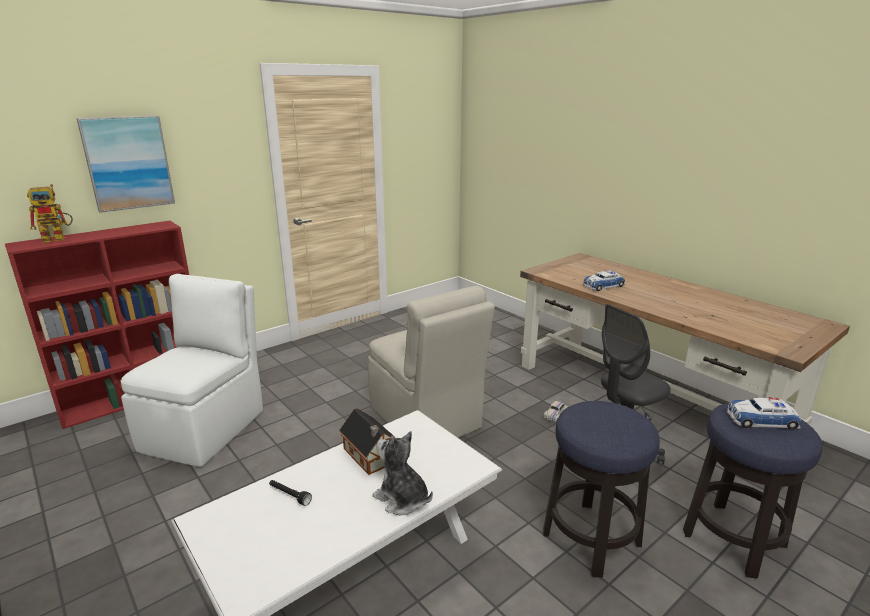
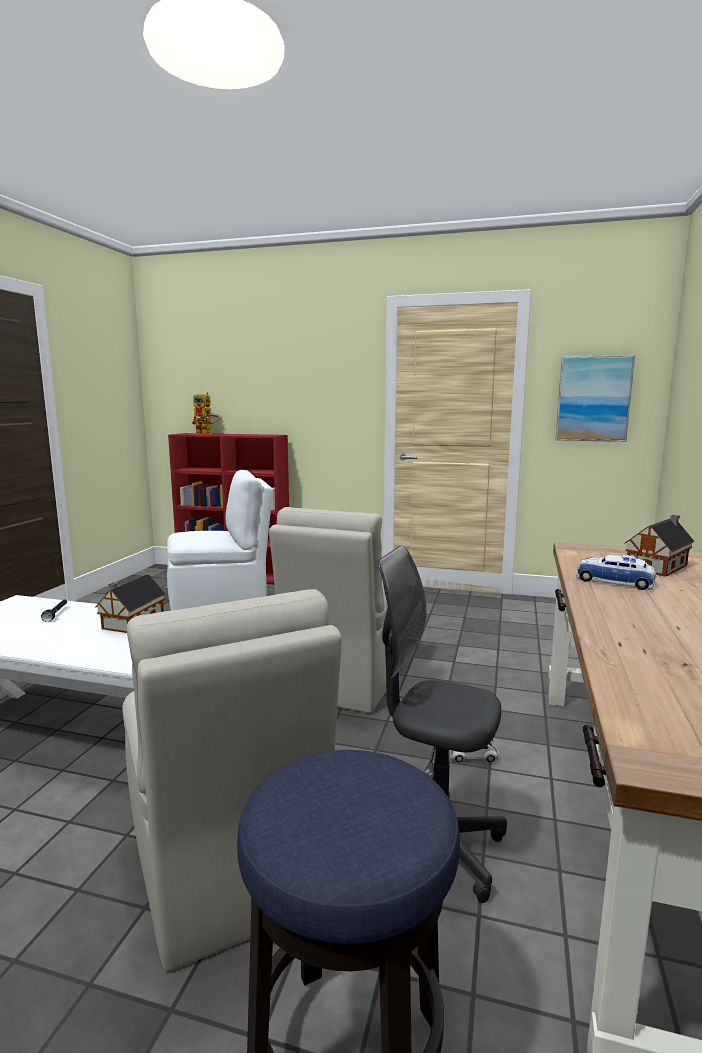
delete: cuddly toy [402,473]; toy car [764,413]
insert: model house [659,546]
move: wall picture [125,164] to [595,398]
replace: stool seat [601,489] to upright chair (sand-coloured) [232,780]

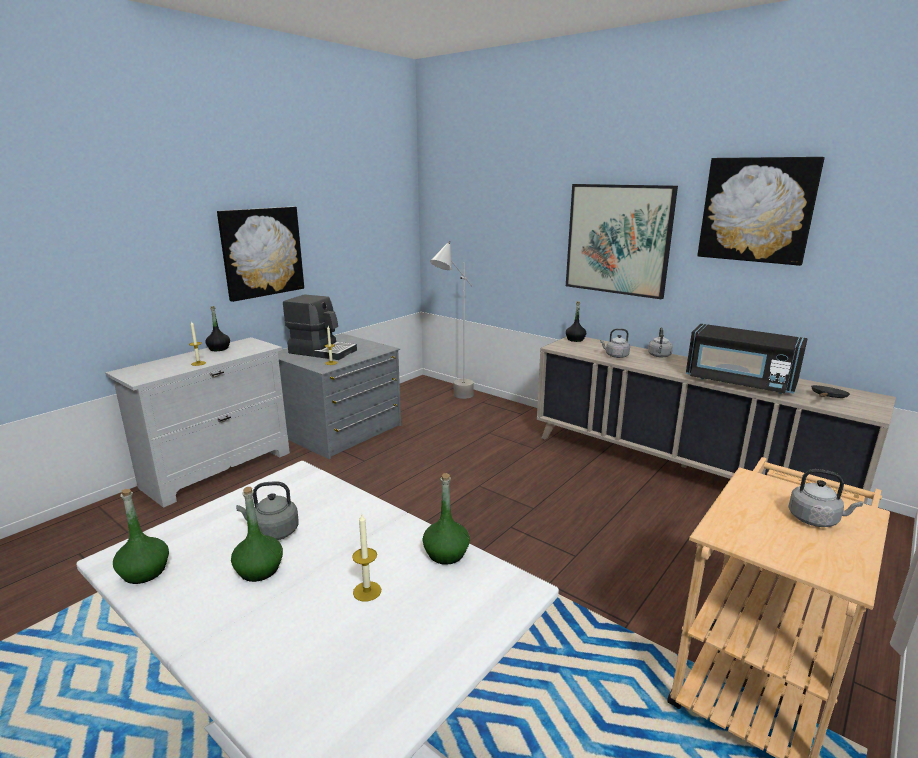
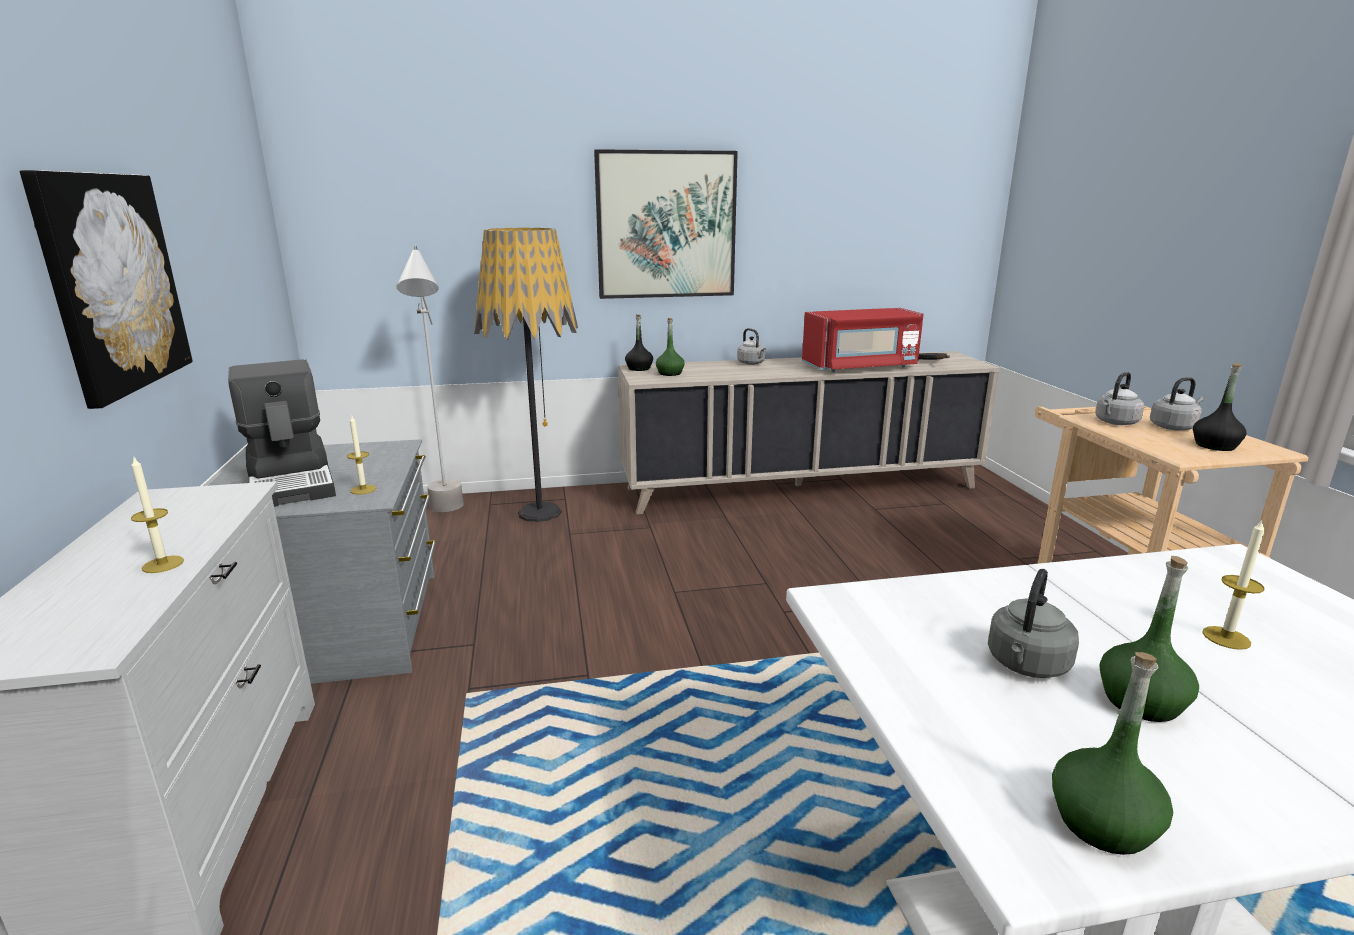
delete: wall picture [761,211]
insert: standing lamp [526,375]
move: beverage bottle (blackish) [217,328] to [1220,407]; beverage bottle (green-coloured) [446,519] to [670,347]; kettle (greyish) [615,343] to [1119,398]
recolor: microwave (blackish) [747,359] to microwave (reddish) [863,340]
rotate: coffee brewer [320,327] = [282,433] 90 degrees clockwise

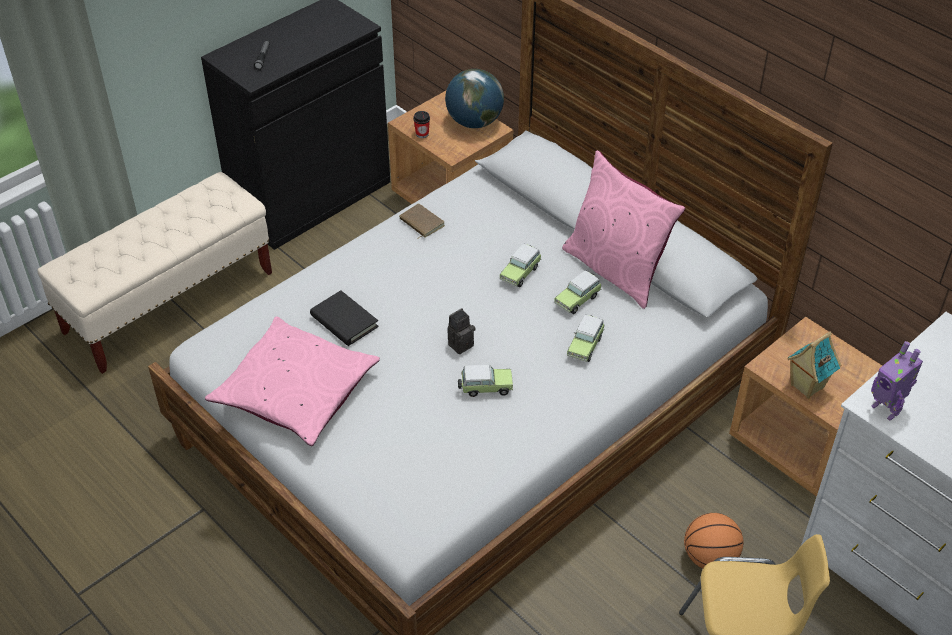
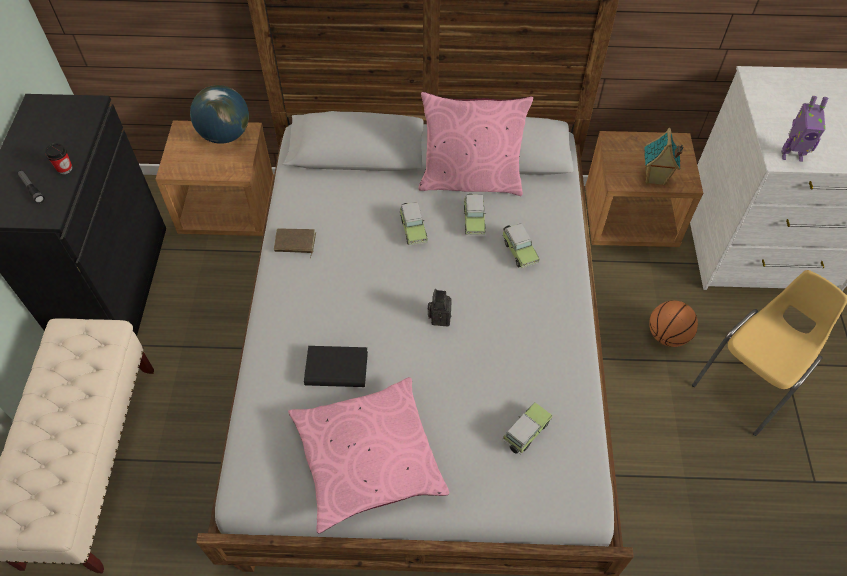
move: small cup [421,124] to [59,158]; toy car [485,381] to [527,428]

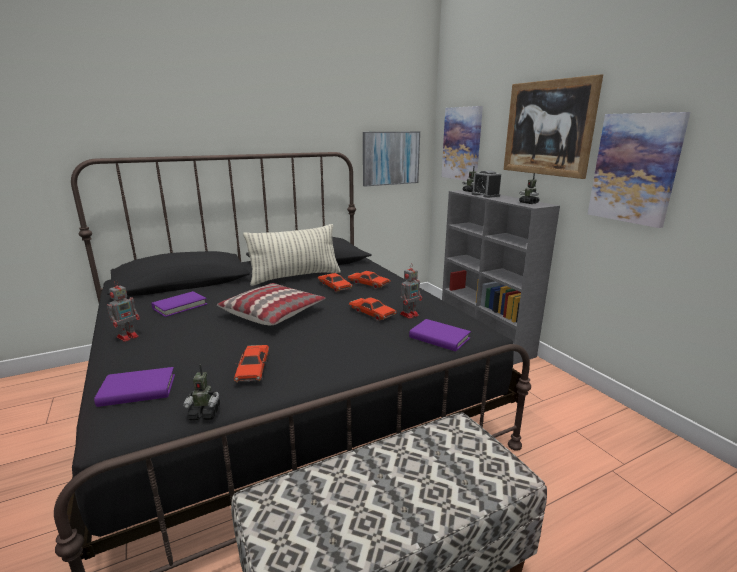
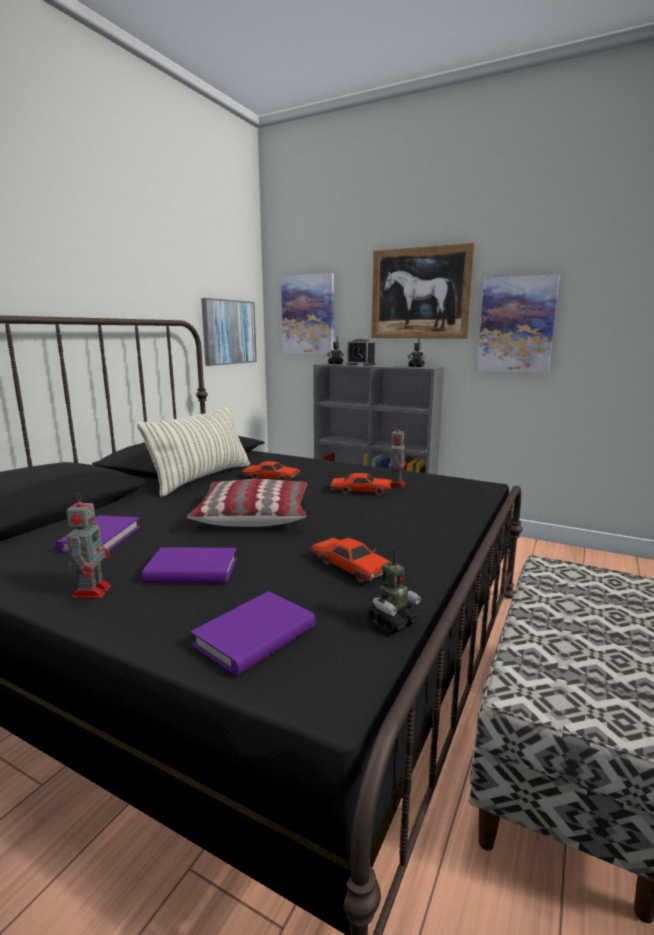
delete: toy car (reddish) [369,280]
move: book (purple) [440,335] to [189,565]

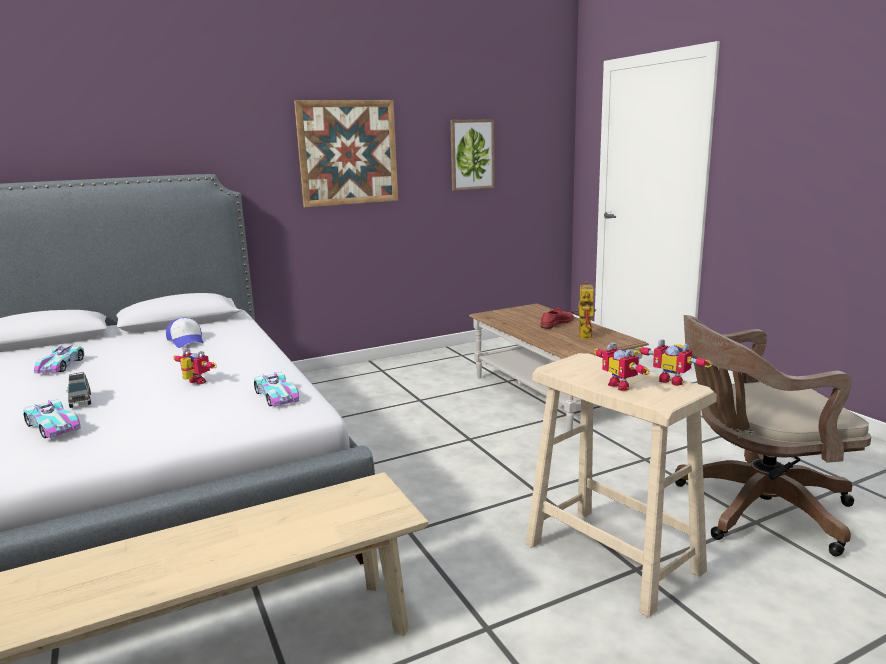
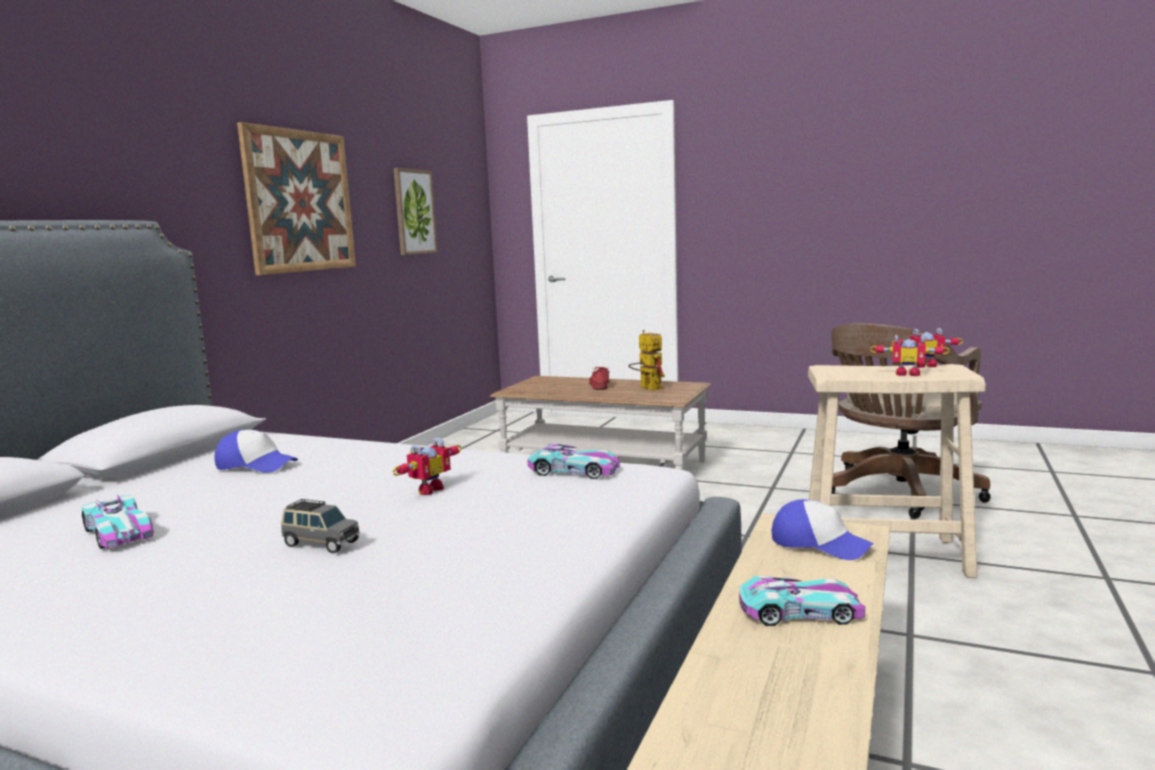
insert: peaked cap [823,529]
move: toy car [51,418] to [802,601]
rotate: robot figure [195,366] = [427,466] 135 degrees clockwise

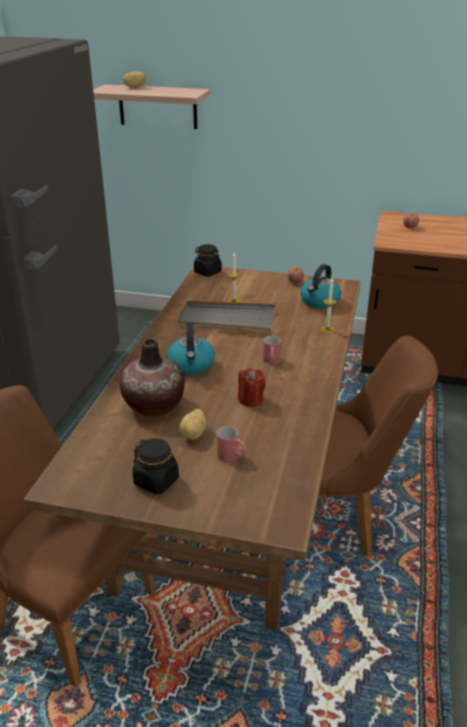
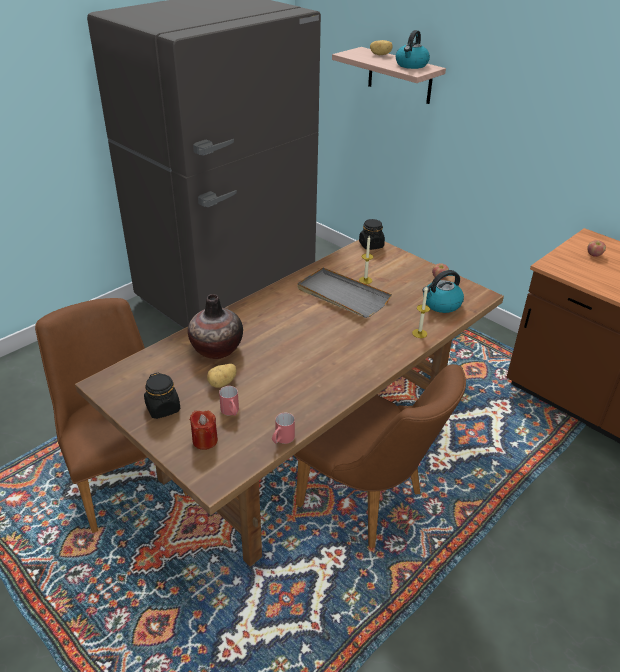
move: kettle [191,348] to [413,49]; wax light (reddish) [252,387] to [204,430]; coffee mug (reddish) [272,350] to [283,428]

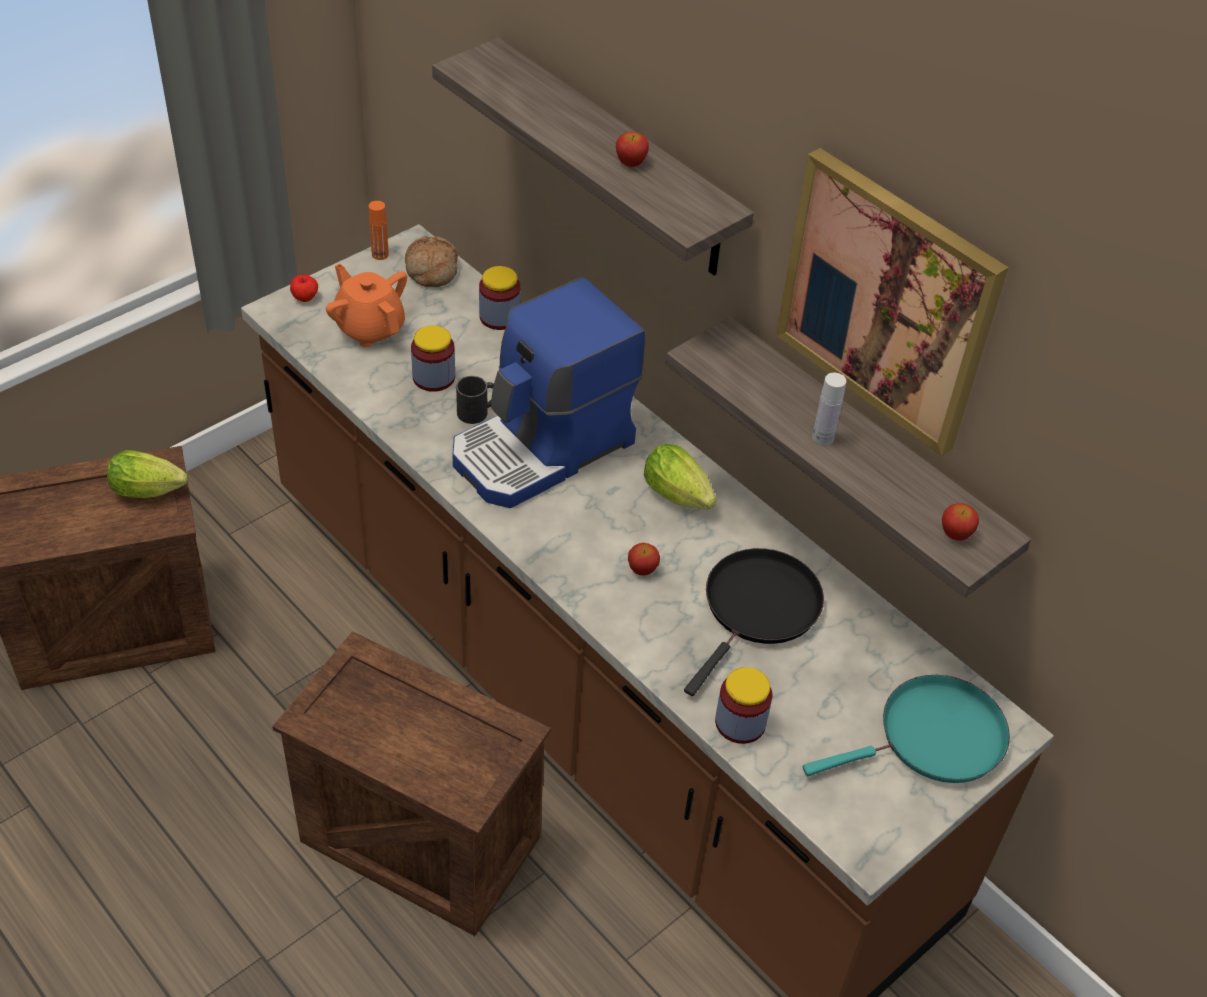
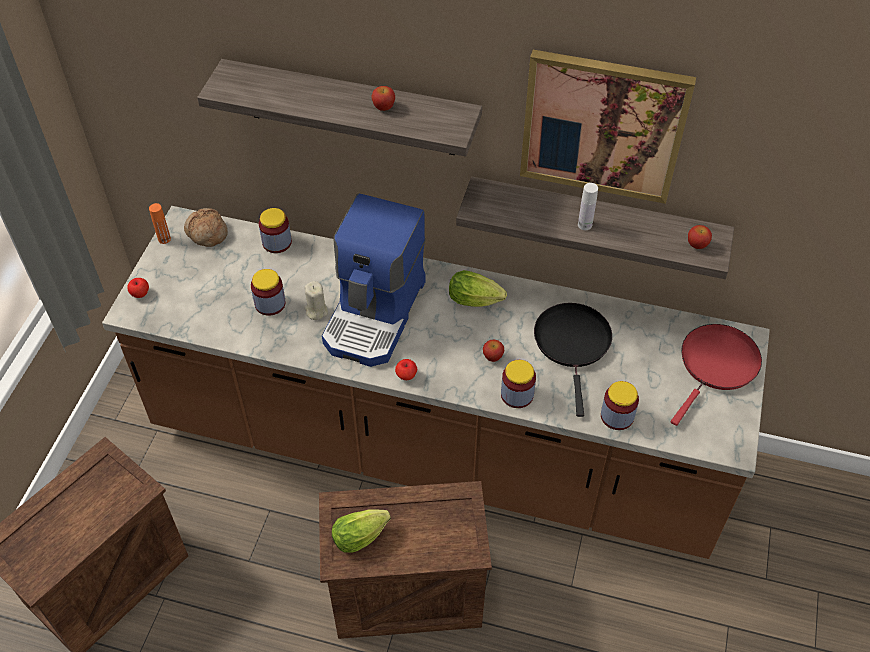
delete: pot for tea (orangey) [366,305]
insert: apple [406,369]; jar [518,384]
move: head of lettuce [147,474] to [361,531]
replace: coffee mug (blackish) [475,400] to wax light (sand-coloured) [316,300]
recolor: skillet (turquoise-coloured) [906,729] to skillet (reddish) [716,375]

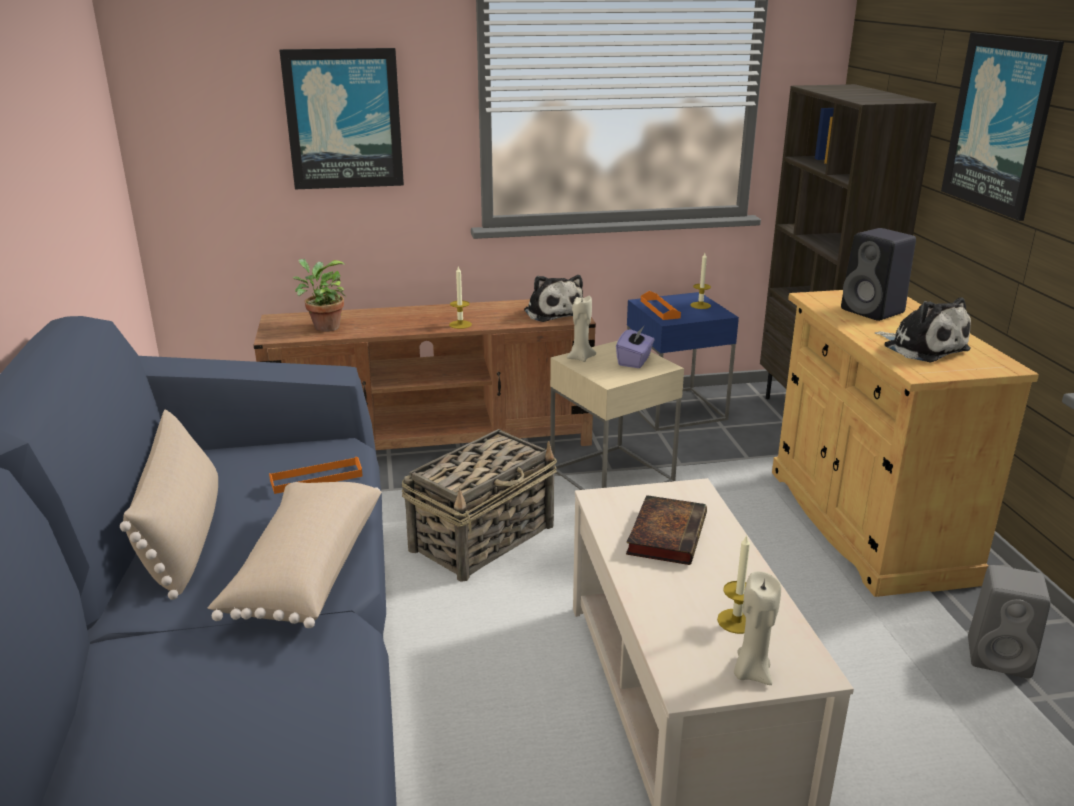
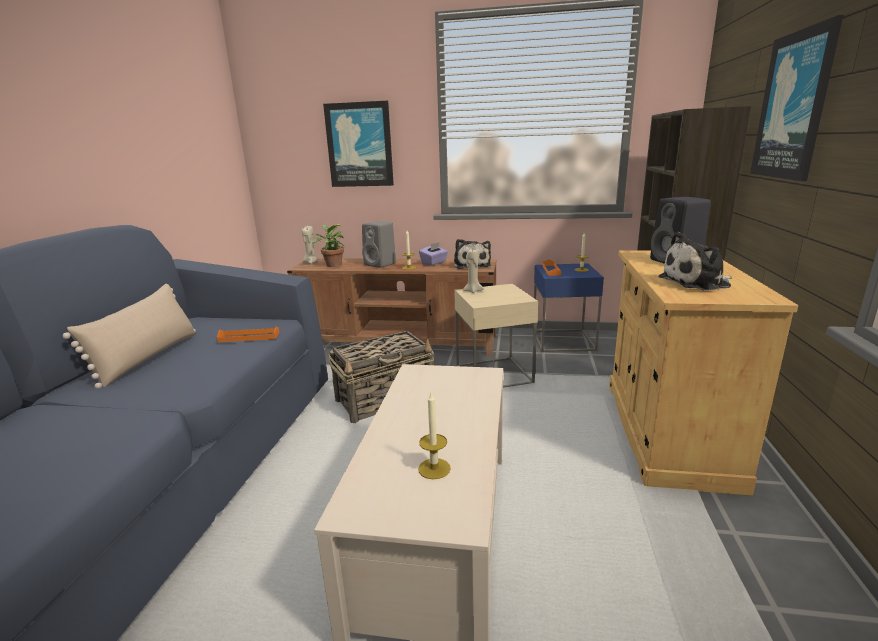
delete: cushion (sand-coloured) [294,555]; book [666,530]
move: tissue box (purple) [635,347] to [433,254]; wax light (sand-coloured) [757,628] to [310,245]; audio speaker (greyish) [1009,621] to [379,244]
rotate: cuddly toy [923,330] = [695,261] 90 degrees clockwise

